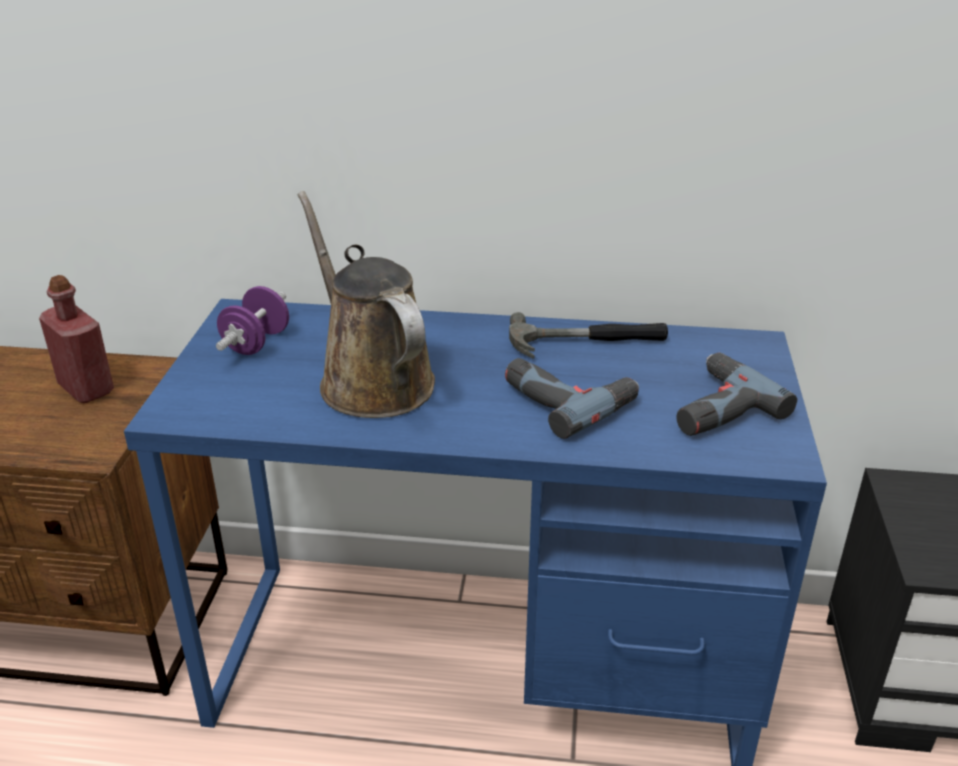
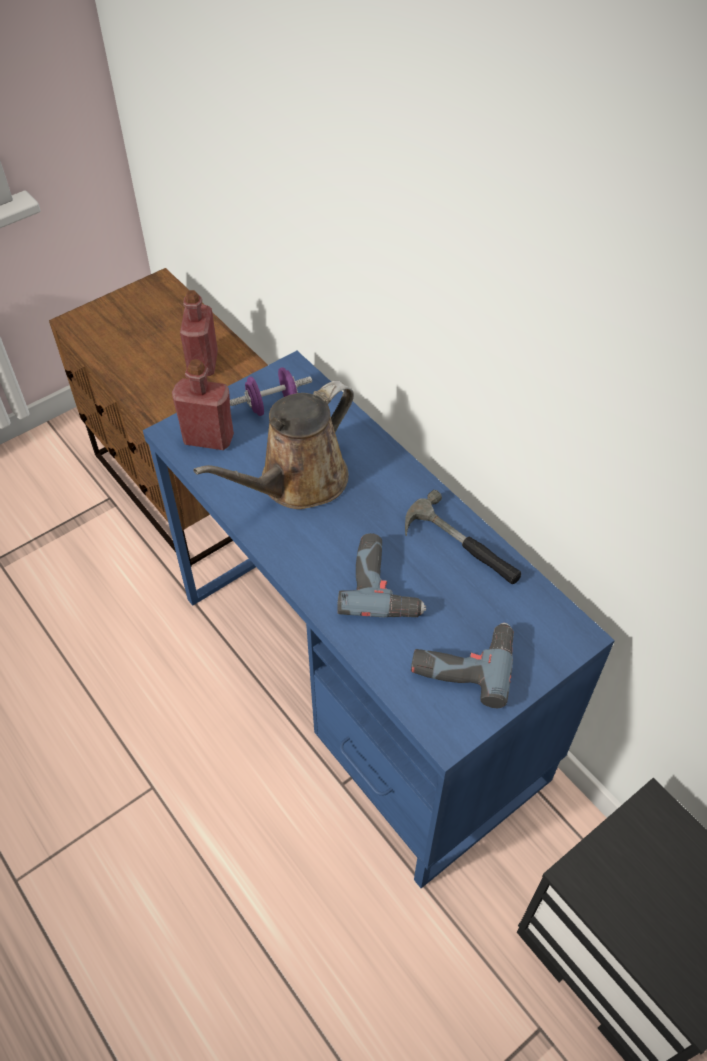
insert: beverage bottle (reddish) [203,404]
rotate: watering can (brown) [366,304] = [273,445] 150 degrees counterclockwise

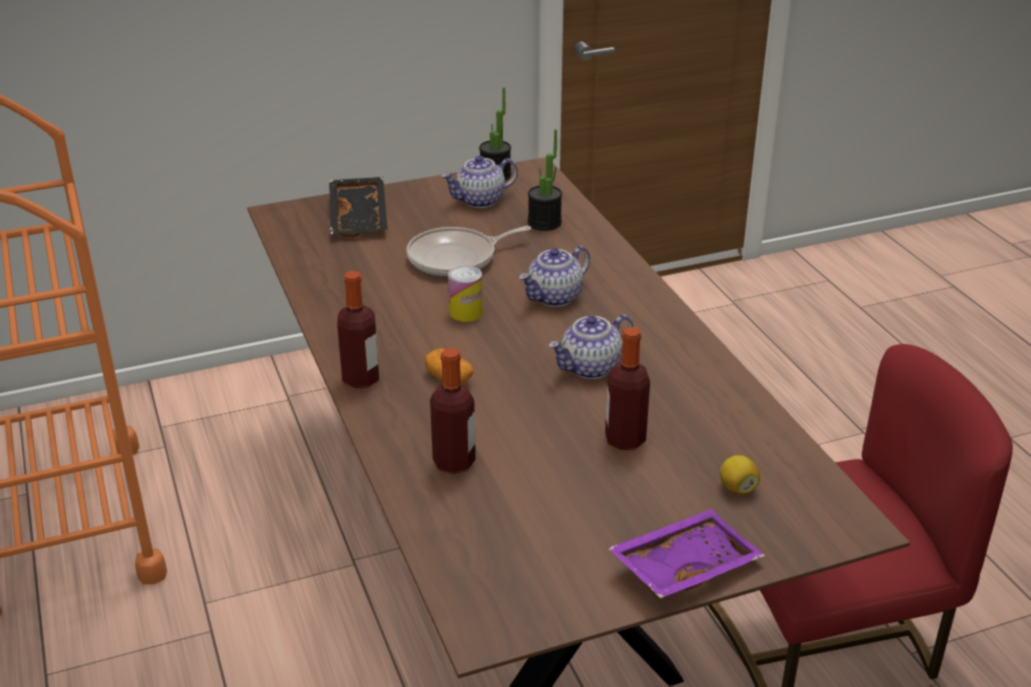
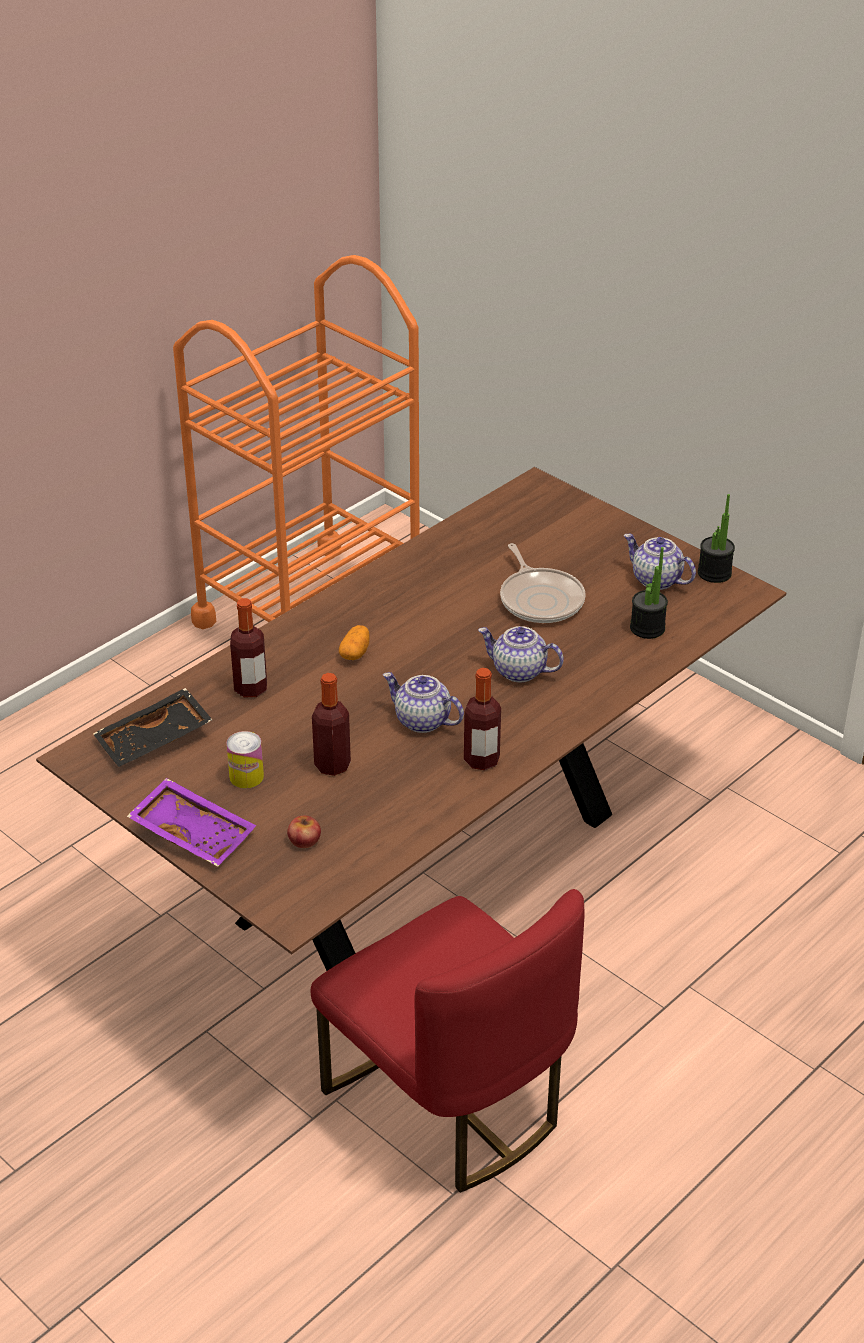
move: carrying tray (blackish) [358,207] to [152,727]; beverage bottle [358,329] to [482,719]; metal can [465,294] to [245,759]
replace: lemon [740,475] to apple [304,832]
rotate: skillet [468,251] = [543,583] 150 degrees counterclockwise

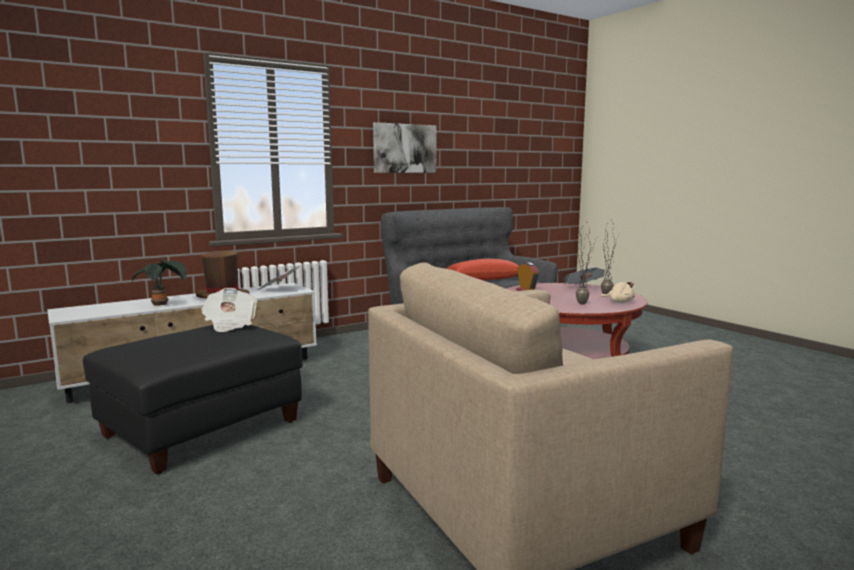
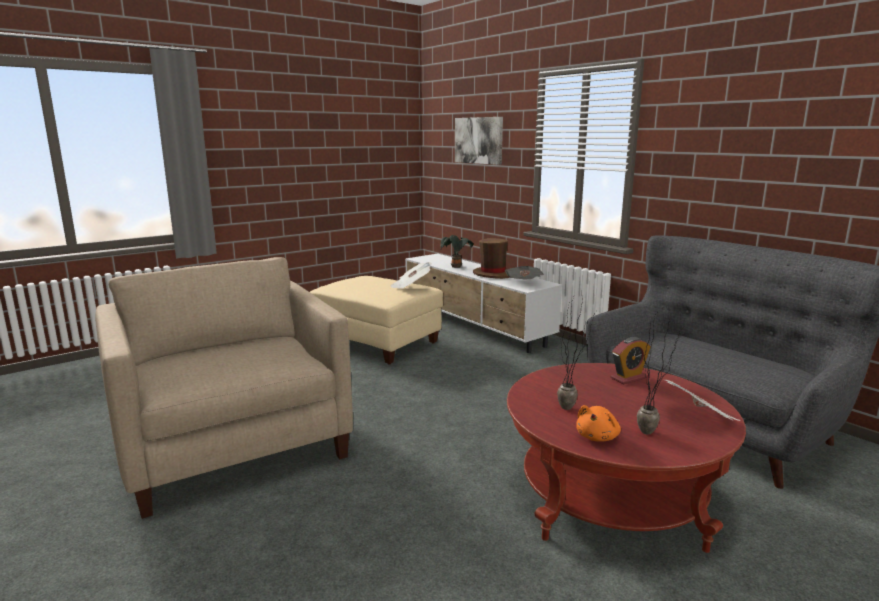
delete: cushion (reddish) [482,270]
move: wall picture [405,147] to [479,141]
recolor: pouffe (blackish) [193,399] to pouffe (sand-coloured) [376,320]; cuddly toy (sand-coloured) [617,292] to cuddly toy (orangey) [598,423]

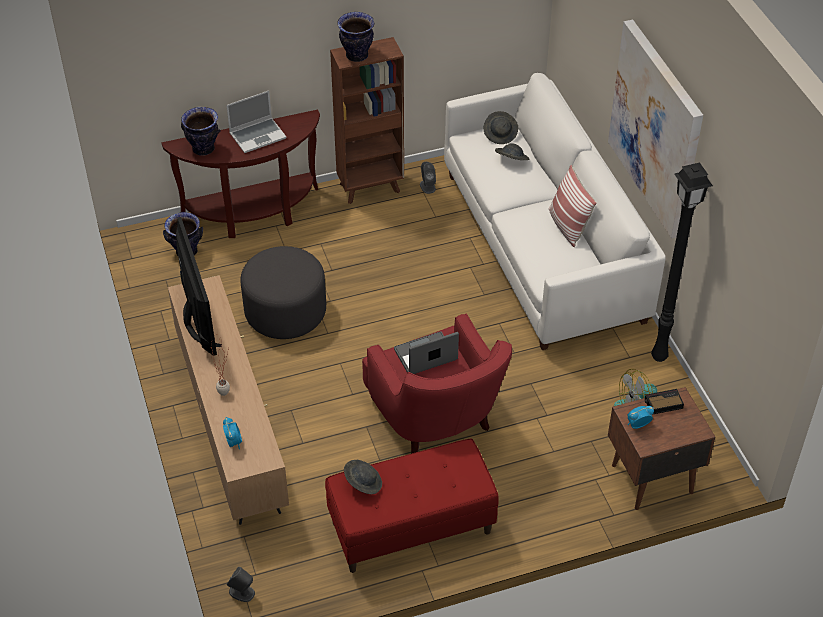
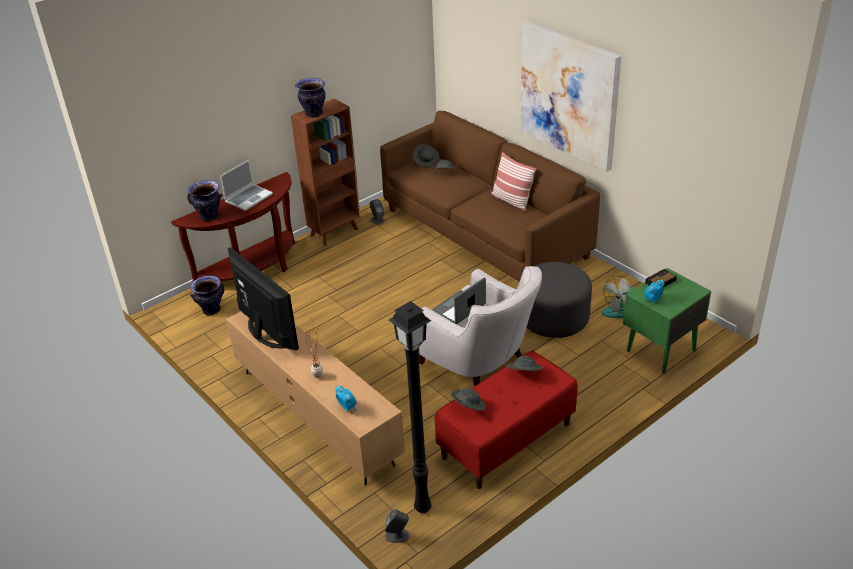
insert: hat (greyish) [524,363]
move: pouffe (greyish) [283,292] to [559,300]; standing lamp (blackish) [682,262] to [410,407]
recolor: easy chair (reddish) [437,384] to easy chair (white-coloured) [480,326]; couch (white-coloured) [555,211] to couch (brown) [490,196]; nightstand (brown) [661,448] to nightstand (green-coloured) [667,321]

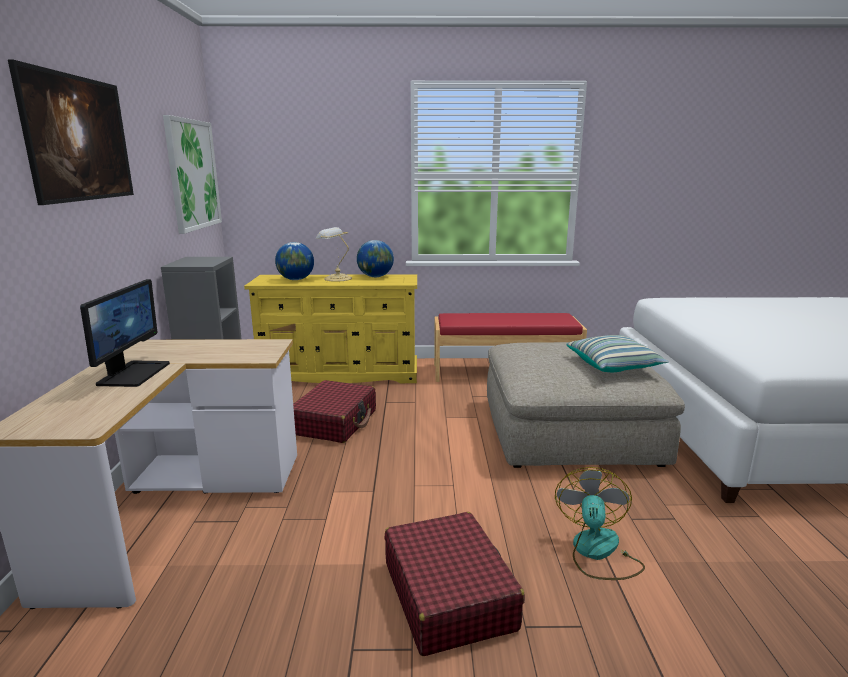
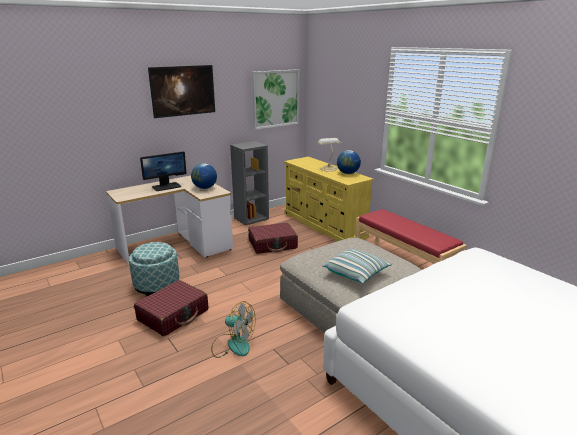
insert: pouffe [154,269]
move: globe [294,261] to [204,176]
rotate: fan [600,523] = [233,329] 45 degrees clockwise

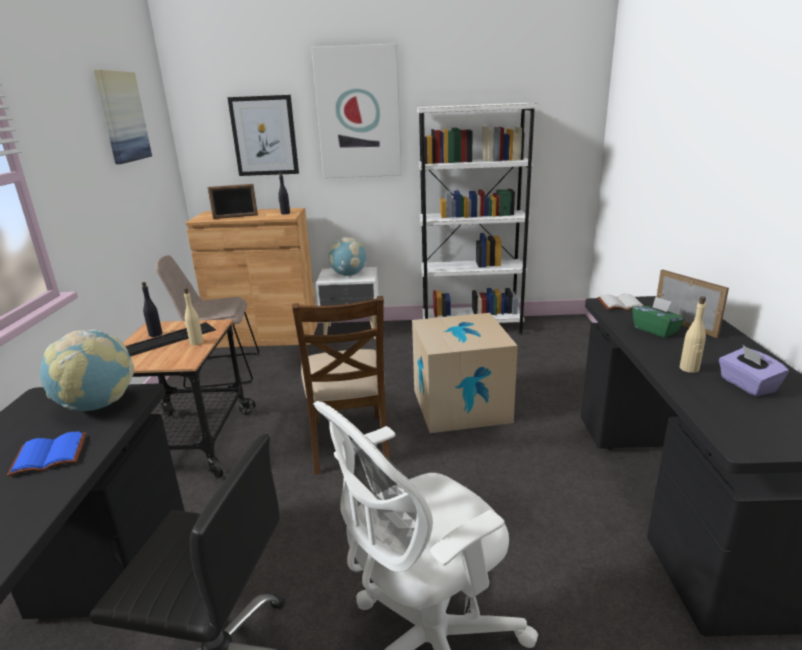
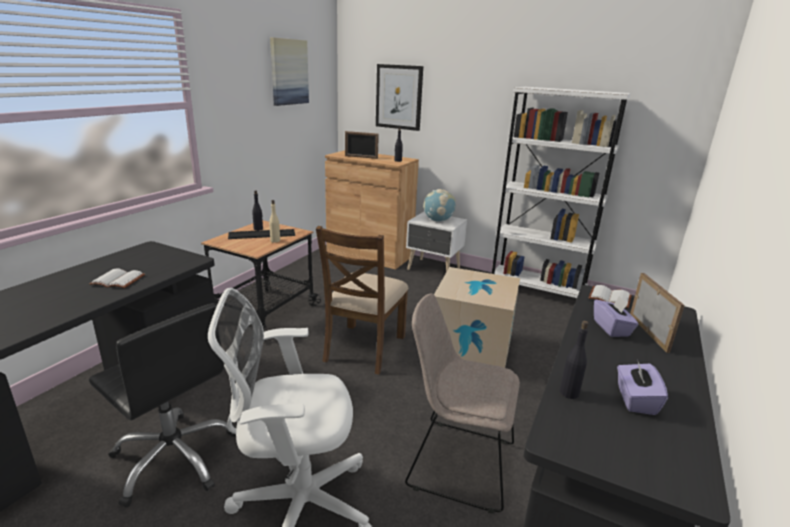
delete: globe [87,370]; wall picture [357,110]; beverage bottle (sand-coloured) [693,334]
insert: beverage bottle (blackish) [574,360]
move: upright chair (sand-coloured) [207,322] to [462,403]
recolor: book (blue-coloured) [46,454] to book (white-coloured) [117,278]; tissue box (green-coloured) [658,317] to tissue box (purple) [616,316]

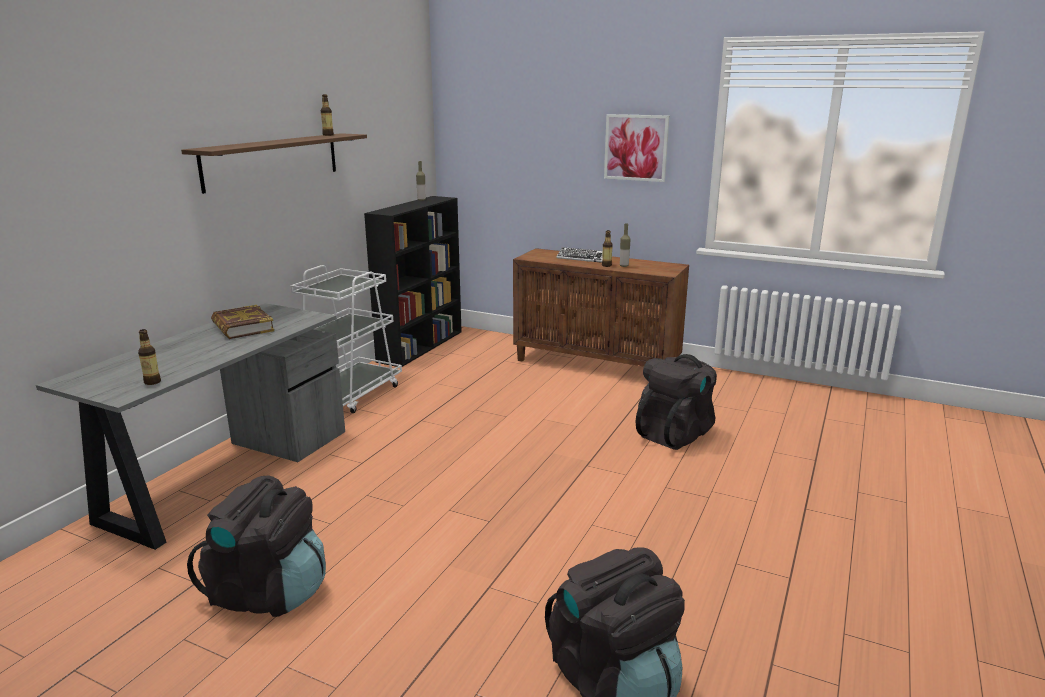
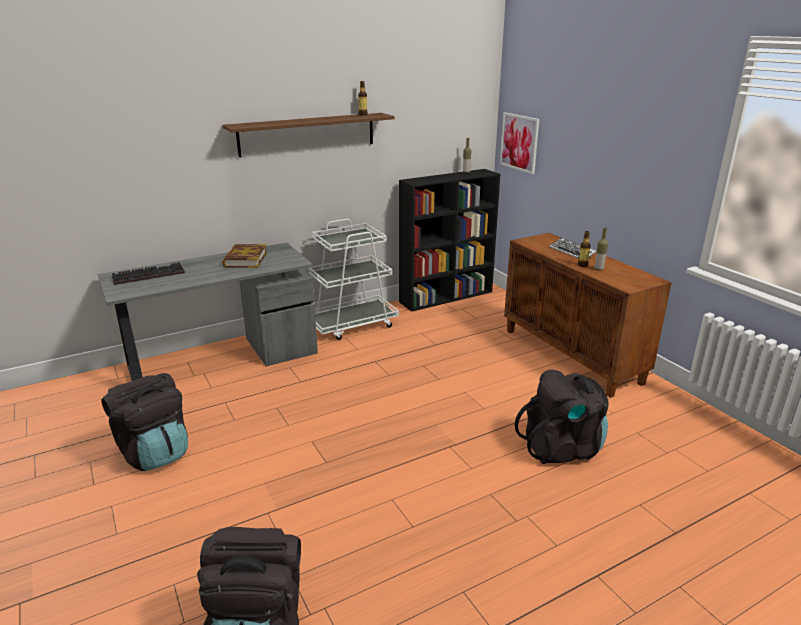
delete: beverage bottle [149,357]
insert: keyboard [148,273]
move: wall picture [636,148] to [519,143]

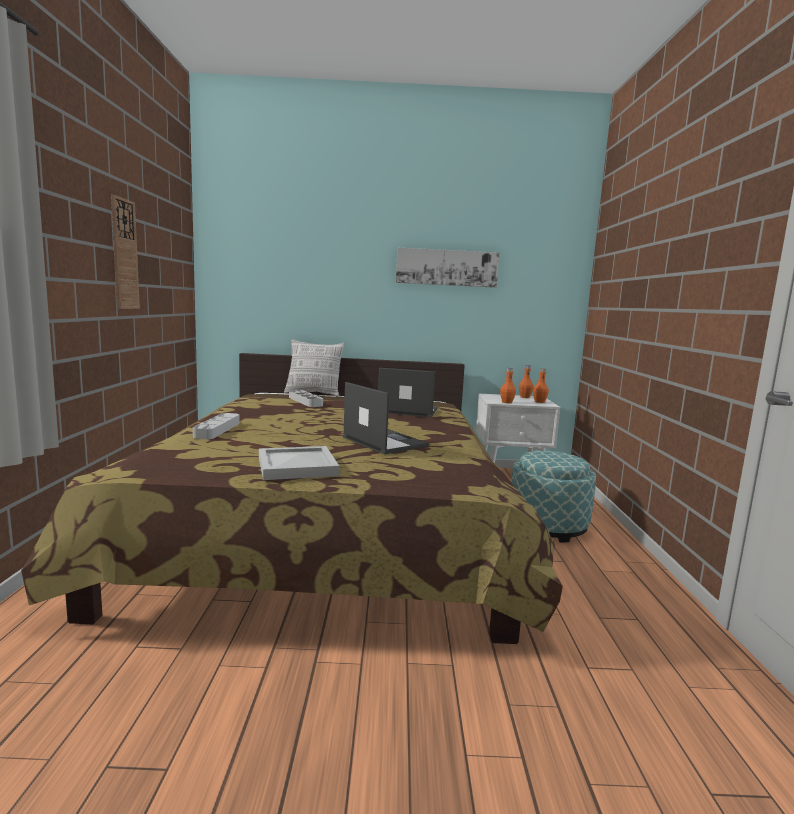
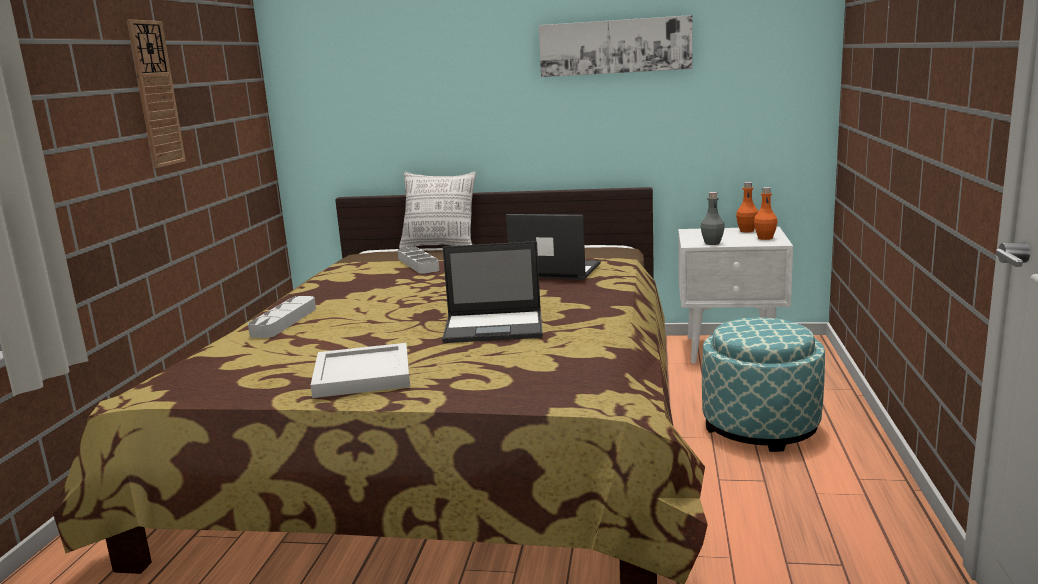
recolor: beverage bottle (orangey) [508,385] to beverage bottle (greyish) [713,218]
rotate: portable computer [386,418] = [492,292] 120 degrees clockwise

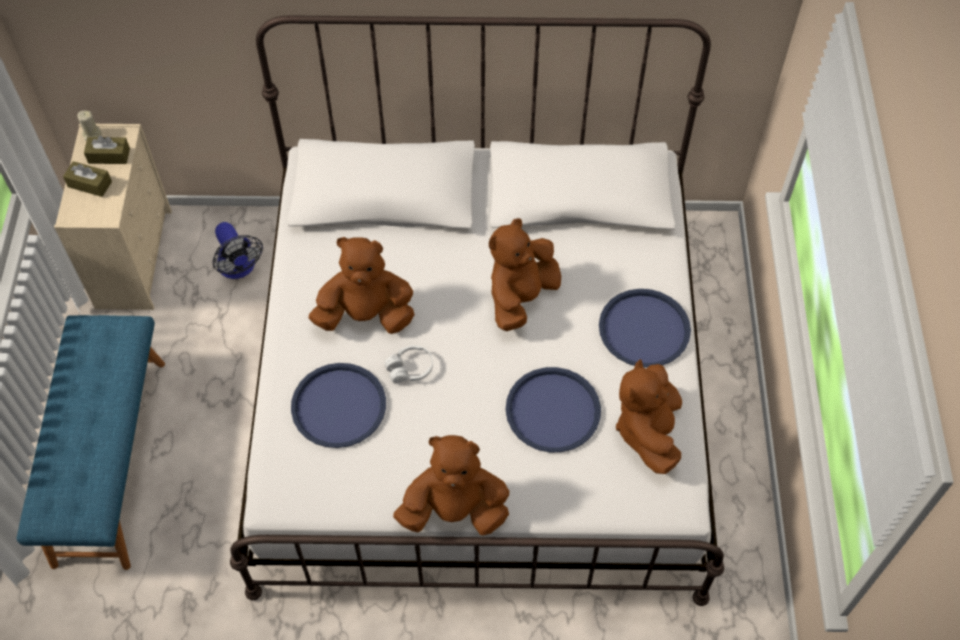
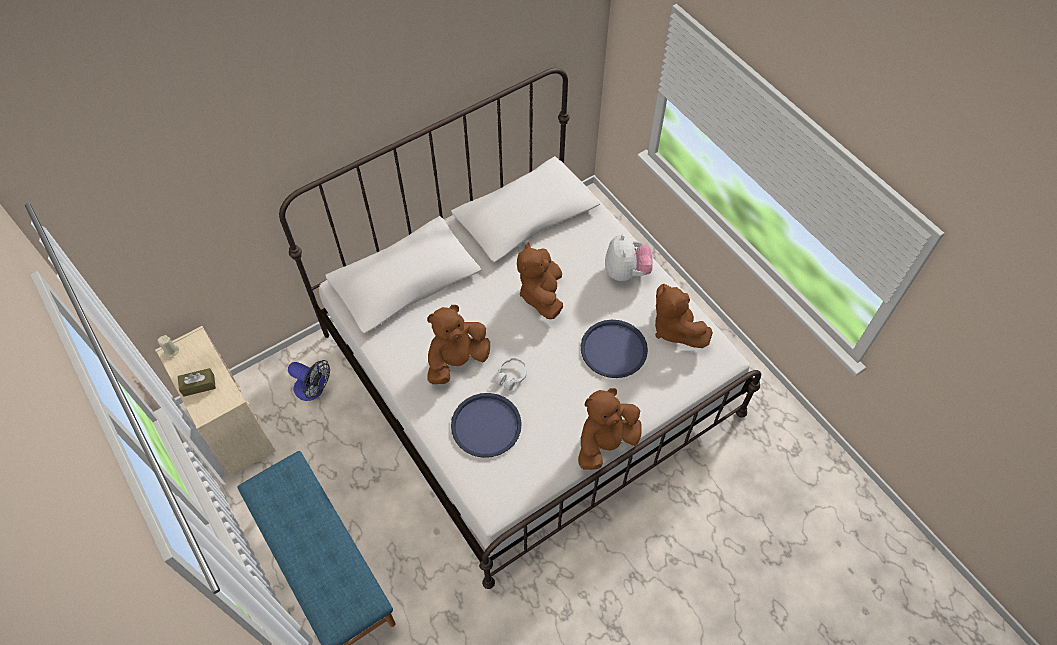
delete: tissue box (brown) [107,150]
replace: carrying tray (blue-coloured) [645,328] to cuddly toy [629,257]

